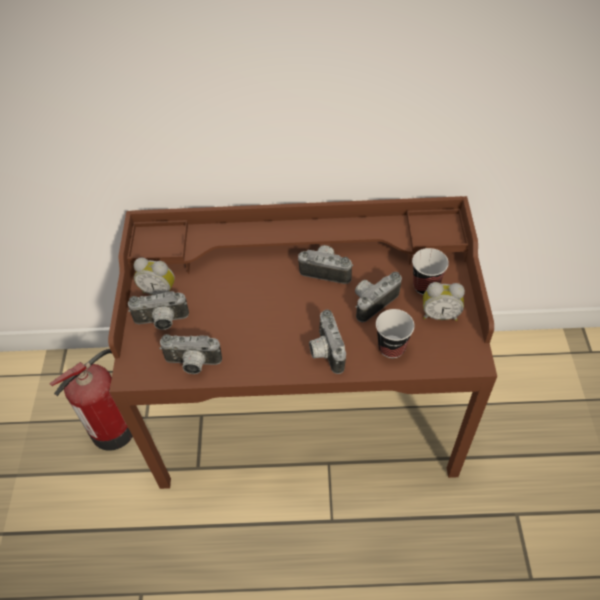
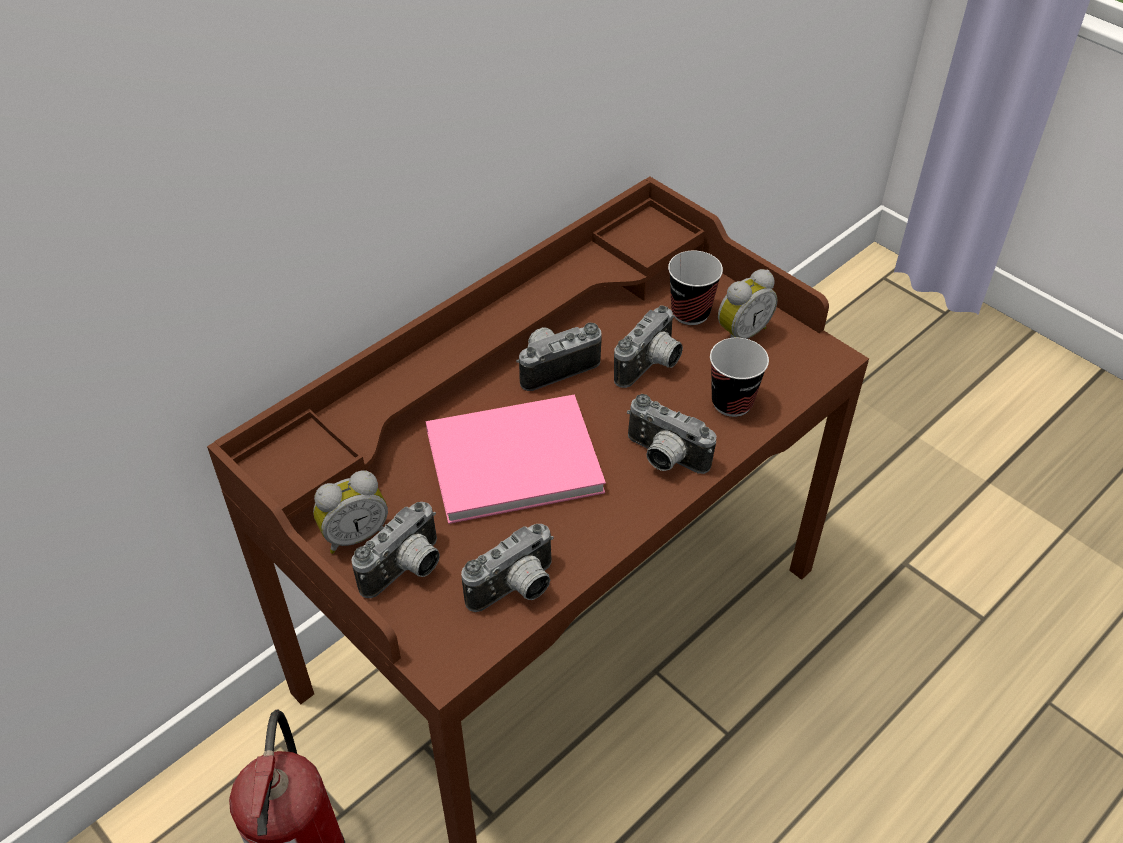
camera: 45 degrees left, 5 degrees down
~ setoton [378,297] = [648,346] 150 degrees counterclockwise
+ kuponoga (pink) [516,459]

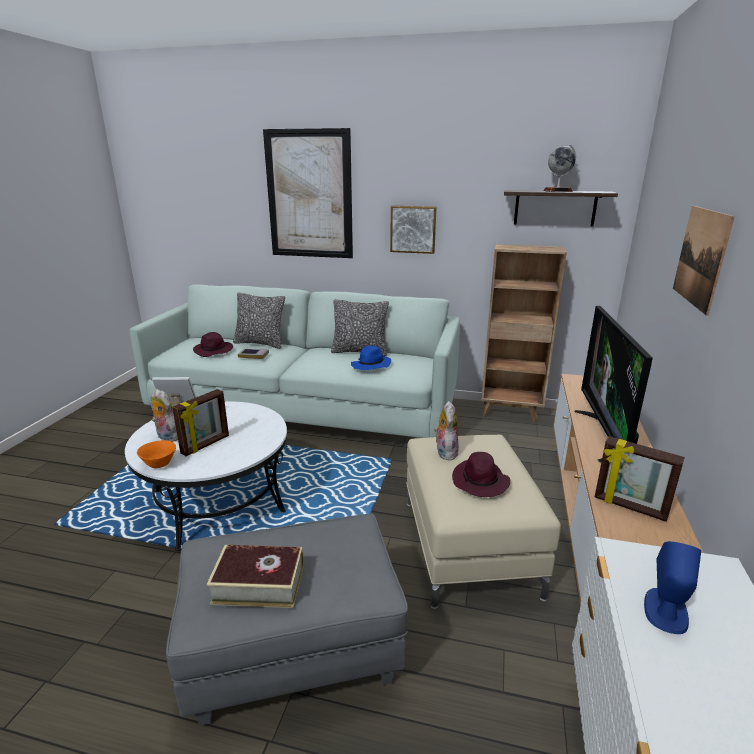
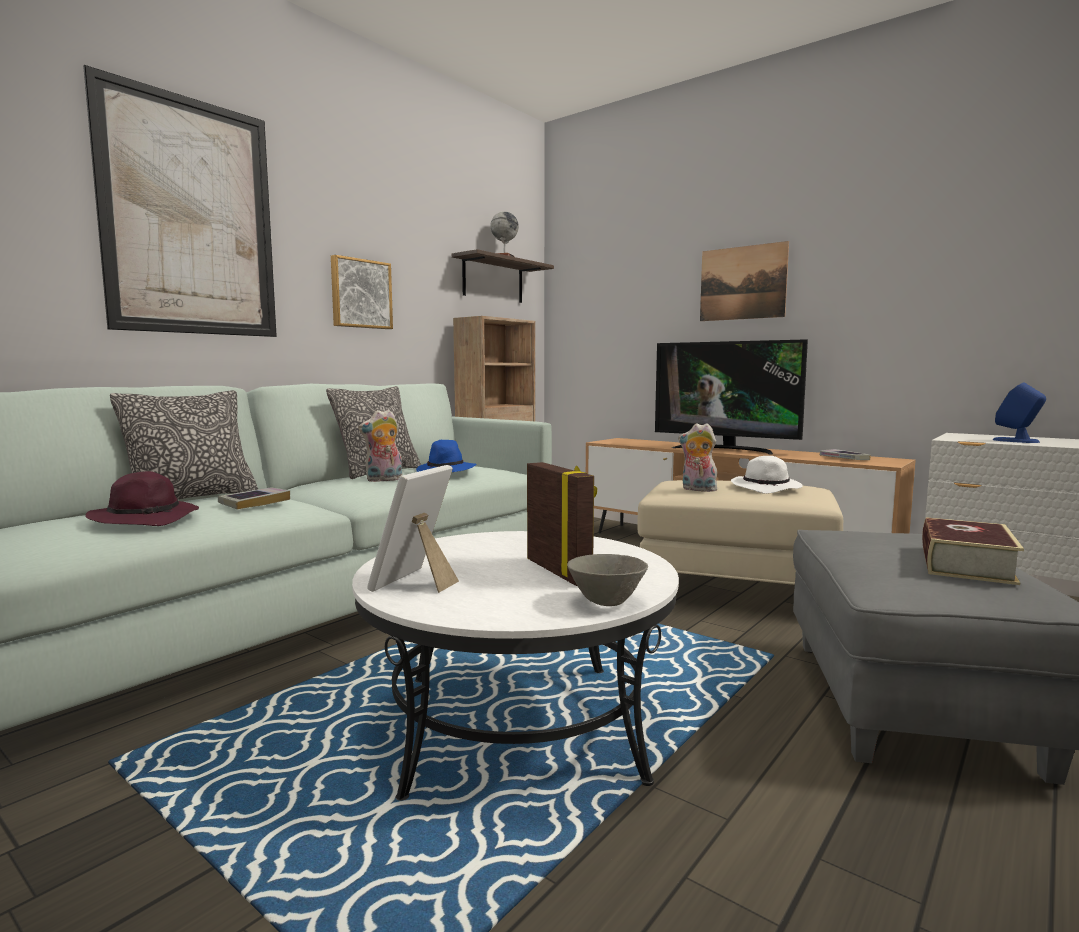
camera: 65 degrees left, 15 degrees down
~ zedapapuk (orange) [156,454] to zedapapuk (grey) [607,580]
~ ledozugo [164,415] to [380,445]
~ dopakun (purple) [481,474] to dopakun (white) [767,475]
~ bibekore [640,479] to kuponoga [845,454]

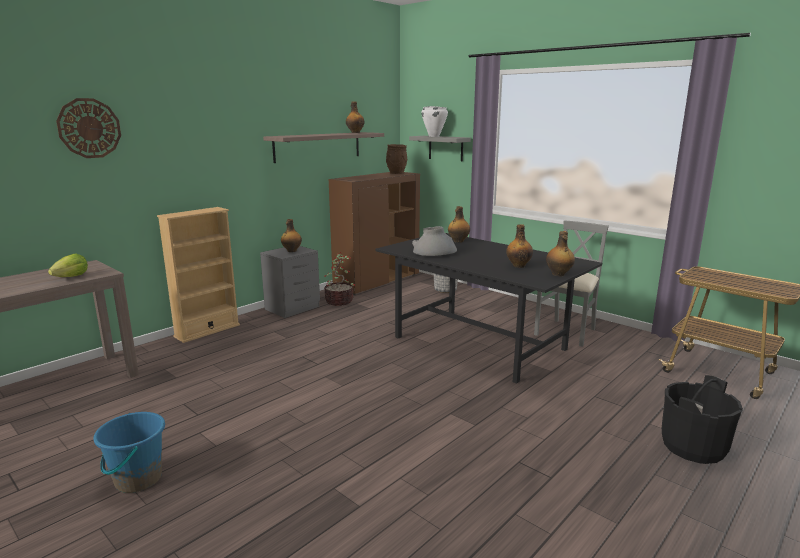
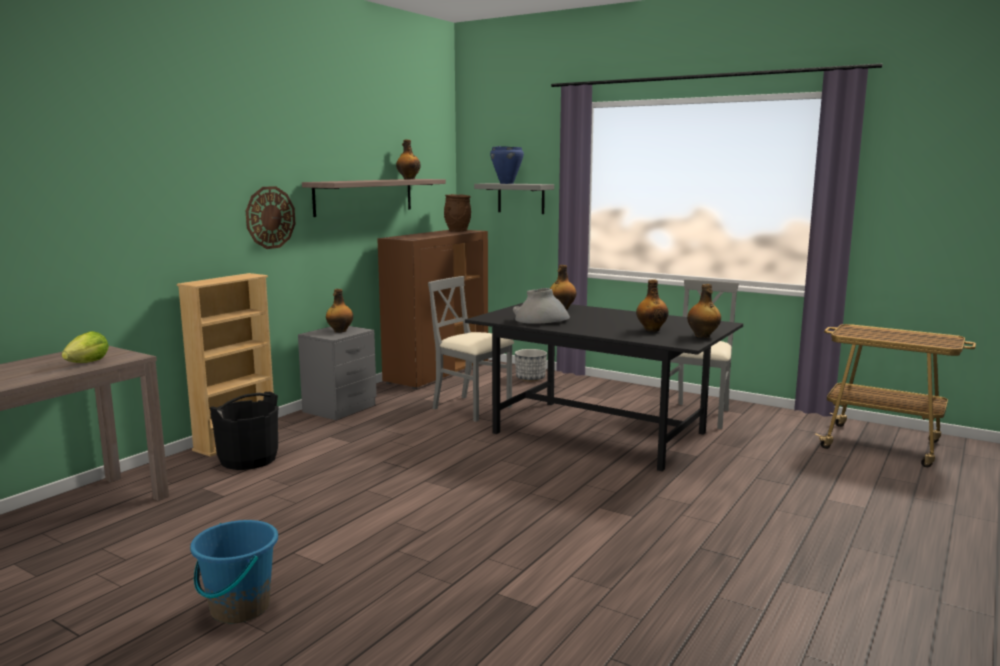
camera: 10 degrees left, 5 degrees down
~ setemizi [88,128] to [270,217]
- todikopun [339,279]
~ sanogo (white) [434,121] to sanogo (blue) [507,165]
~ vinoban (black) [702,419] to [244,431]
+ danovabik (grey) [471,349]

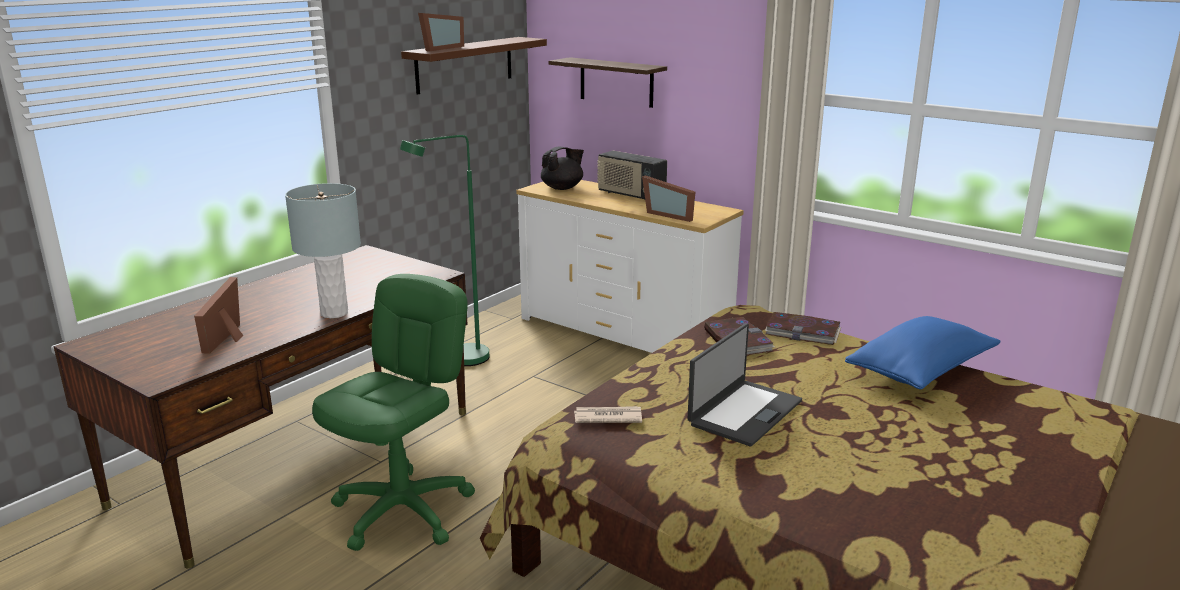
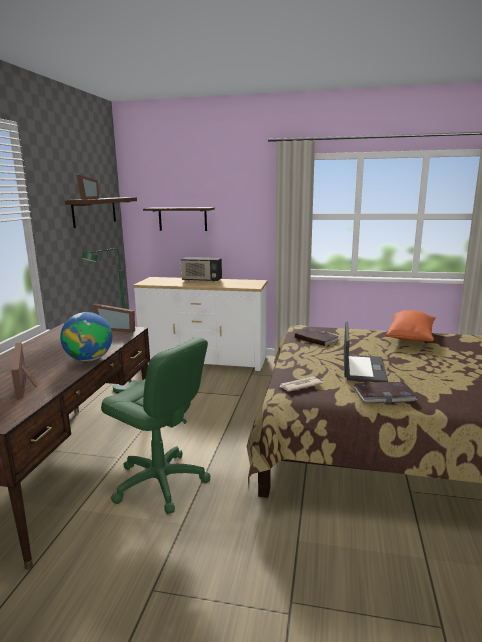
camera: 25 degrees left, 5 degrees down
~ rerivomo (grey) [323,250] to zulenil [86,336]
~ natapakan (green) [393,412] = [155,426] 120 degrees clockwise
- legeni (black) [562,168]
~ bibekore [668,198] to [113,317]
~ kuponoga [802,328] to [385,393]
~ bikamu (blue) [923,352] to bikamu (orange) [411,326]

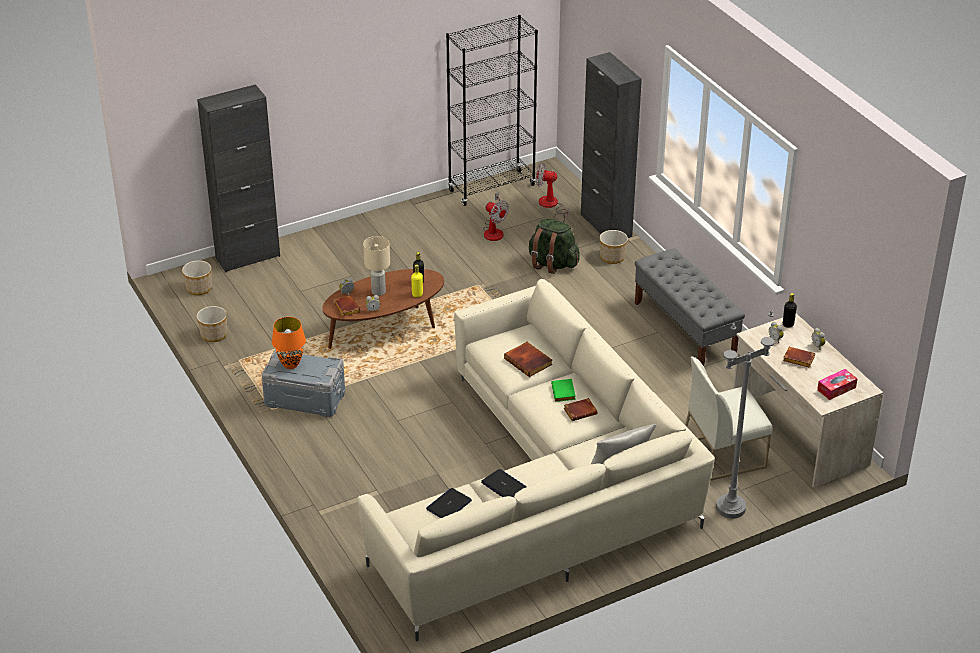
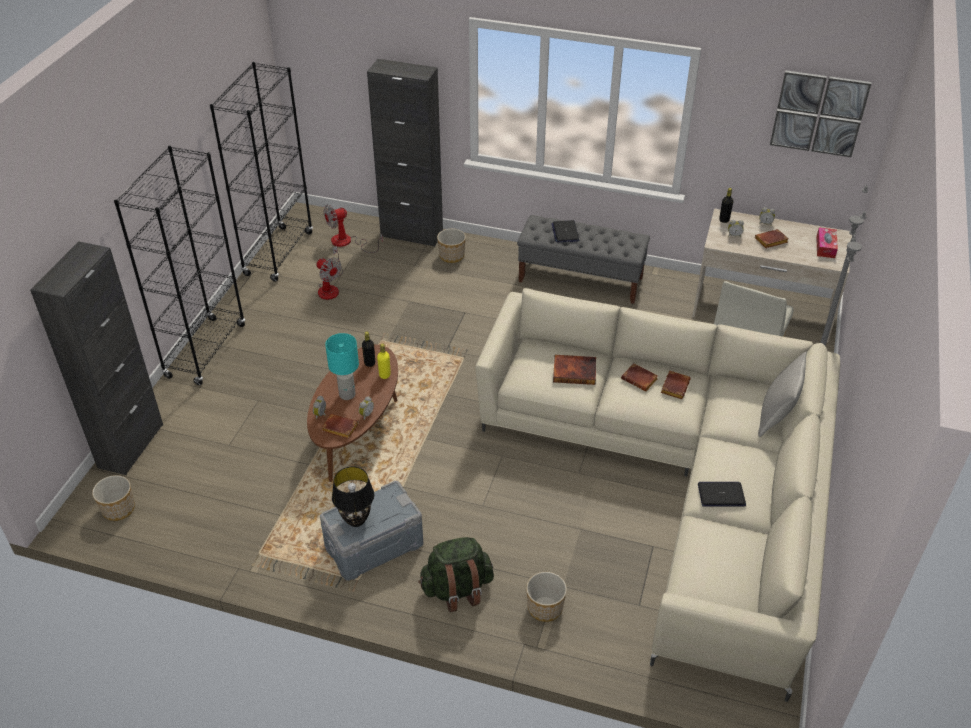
camera: 45 degrees left, 5 degrees up
~ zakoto [212,324] to [546,597]
~ rerivomo (orange) [289,343] to rerivomo (black) [353,496]
~ rerivomo (beige) [376,266] to rerivomo (turquoise) [342,366]
~ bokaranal [449,503] to [565,231]
~ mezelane [496,216] = [329,273] 45 degrees clockwise
~ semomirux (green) [554,246] to [456,574]
~ kuponoga (green) [563,390] to kuponoga (brown) [639,377]
+ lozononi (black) [179,265]
+ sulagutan [820,113]

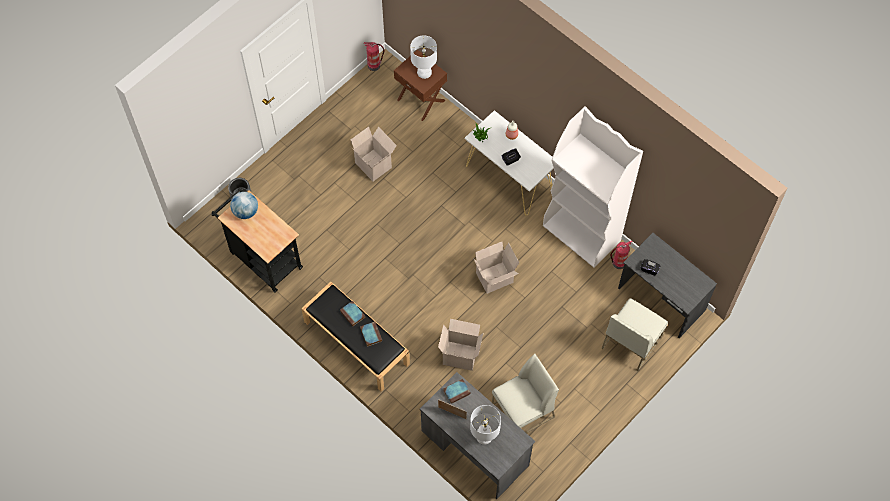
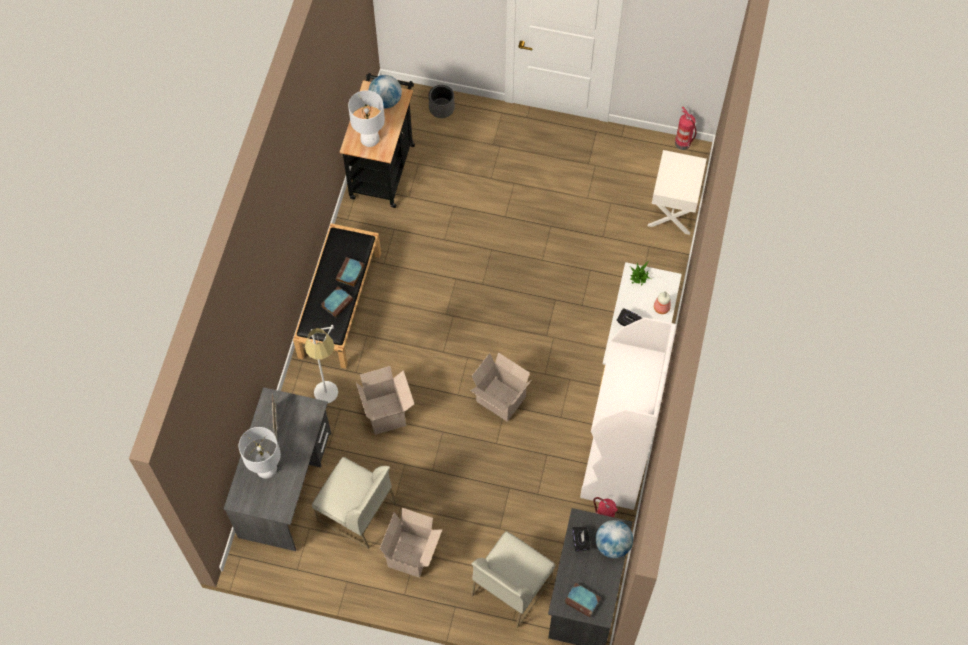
camera: 60 degrees right, 0 degrees up
~ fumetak [373,154] to [411,543]
~ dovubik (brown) [420,85] to dovubik (white) [677,192]
~ rerivomo (white) [423,57] to [366,118]
~ kuponoga [457,391] to [582,600]
~ danovabik (white) [634,335] = [513,579] 60 degrees counterclockwise
+ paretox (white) [321,364]
+ zulenil [614,539]

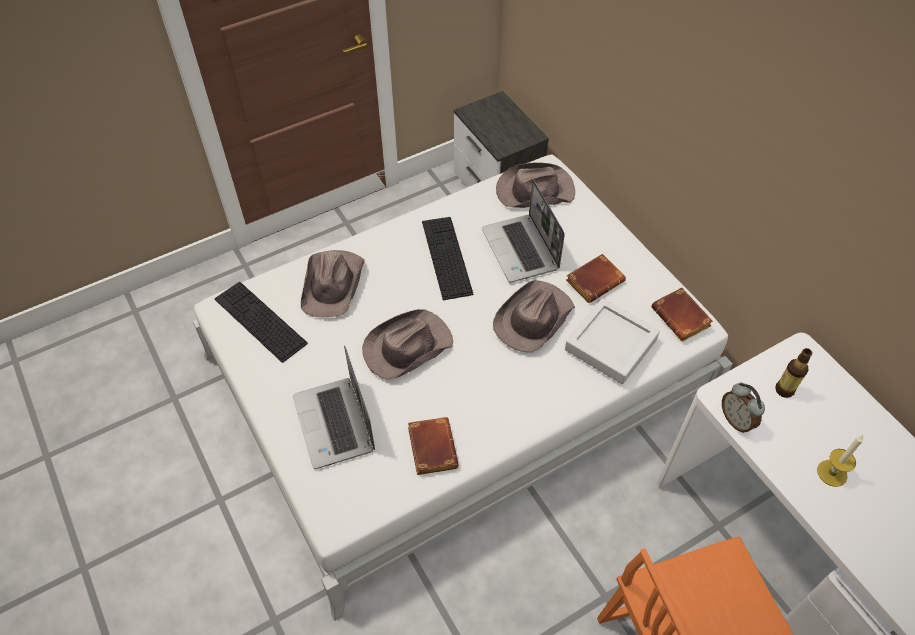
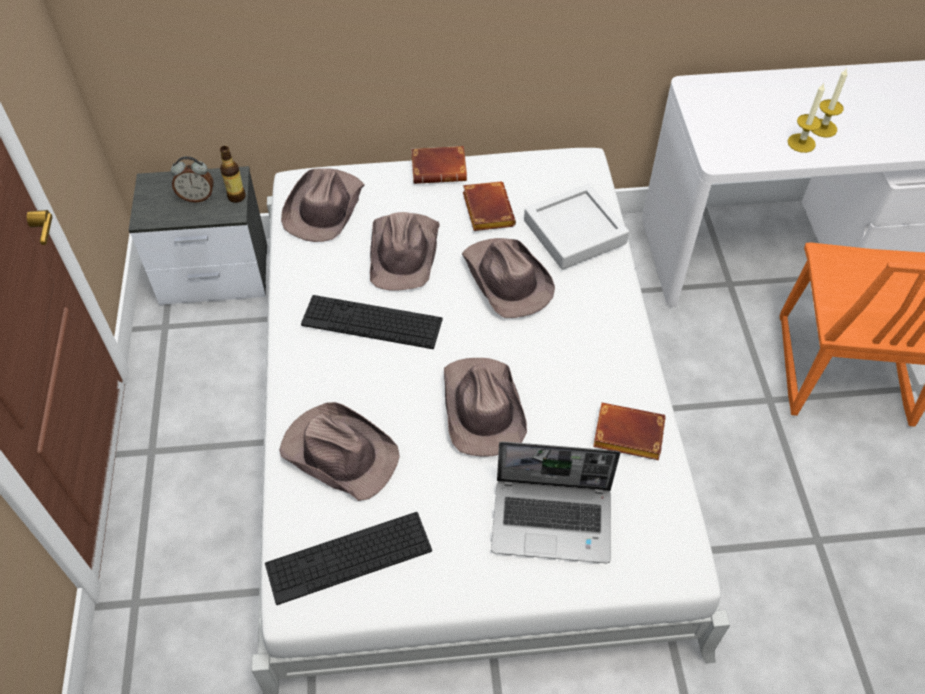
camera: 65 degrees left, 0 degrees up
~ bokaranal [523,231] to dopakun (brown) [405,251]
~ kuponoga (brown) [682,314] to [439,165]
~ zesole [743,408] to [192,179]
~ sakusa [794,373] to [233,174]
+ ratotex [806,118]

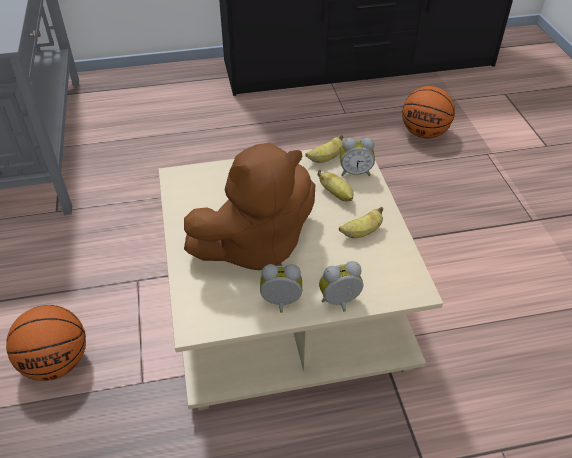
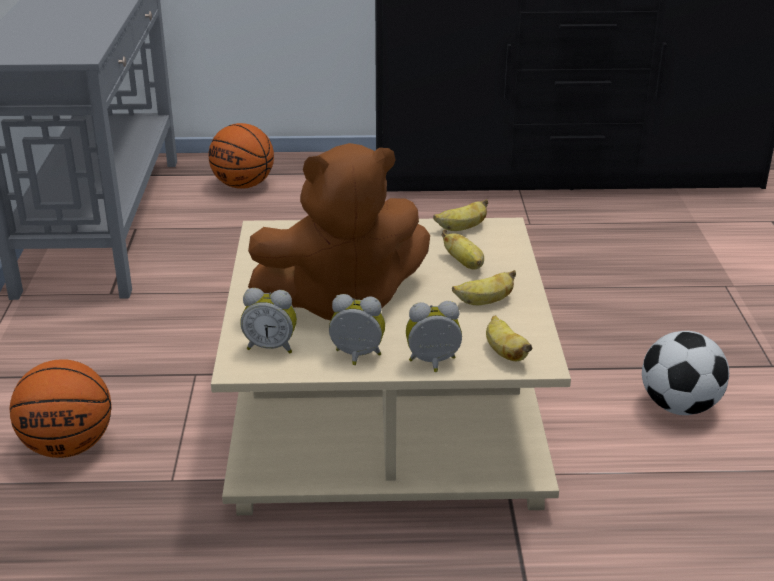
camera: 10 degrees right, 15 degrees down
~ zesole [357,156] to [268,320]
~ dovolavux [428,112] to [241,156]
+ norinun [509,338]
+ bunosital [685,373]

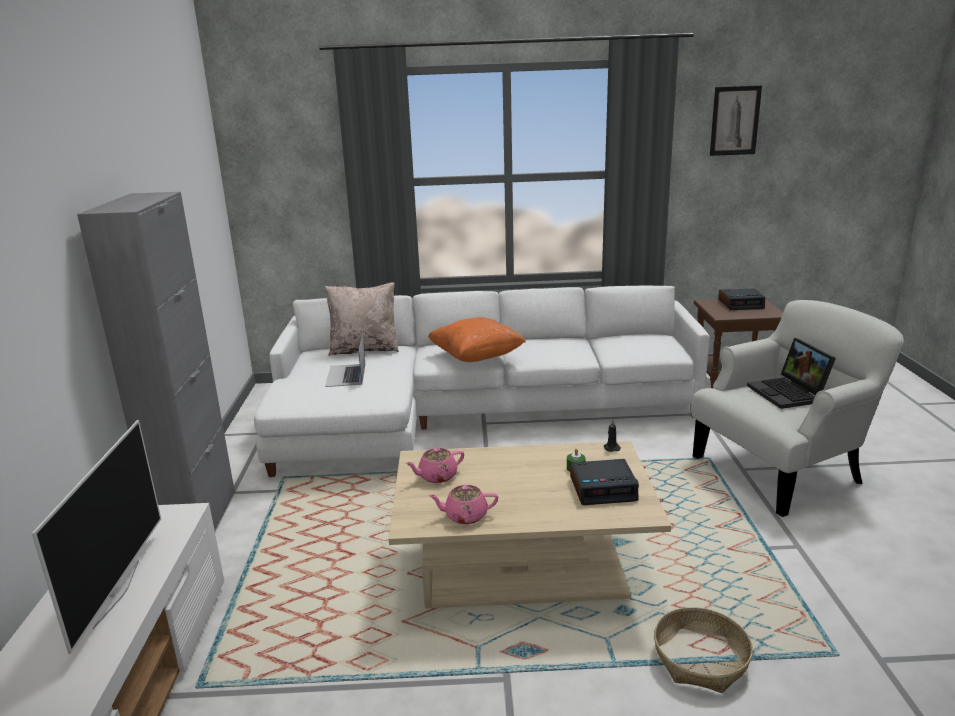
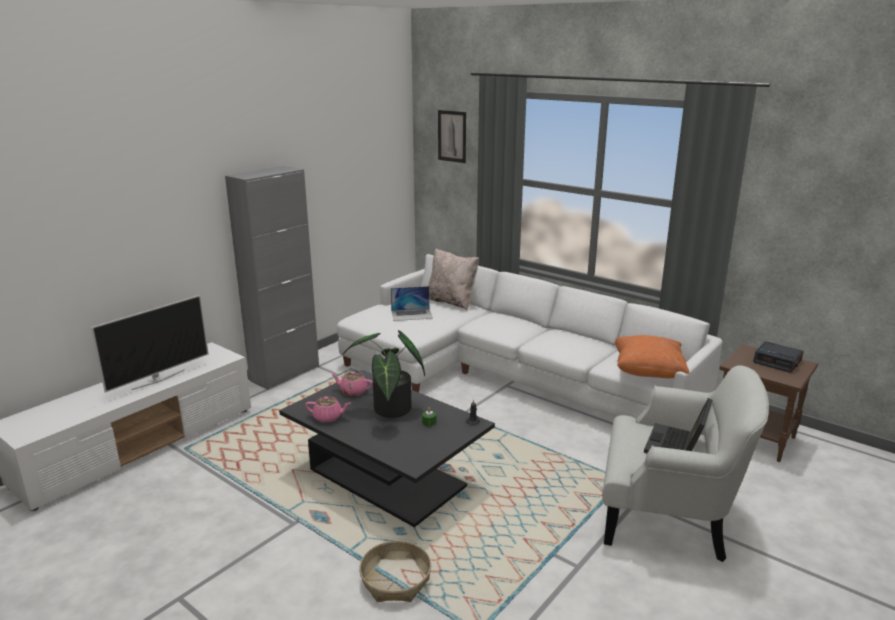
camera: 40 degrees right, 0 degrees up
~ bokaranal [345,360] = [412,303] 135 degrees counterclockwise
~ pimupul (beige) [530,525] to pimupul (black) [387,448]
~ bikamu (orange) [477,339] to [652,356]
~ legeni (pink) [463,504] = [328,409] 150 degrees clockwise
- zesole [604,482]
~ sulagutan [736,120] to [452,136]
+ todikopun [384,374]

